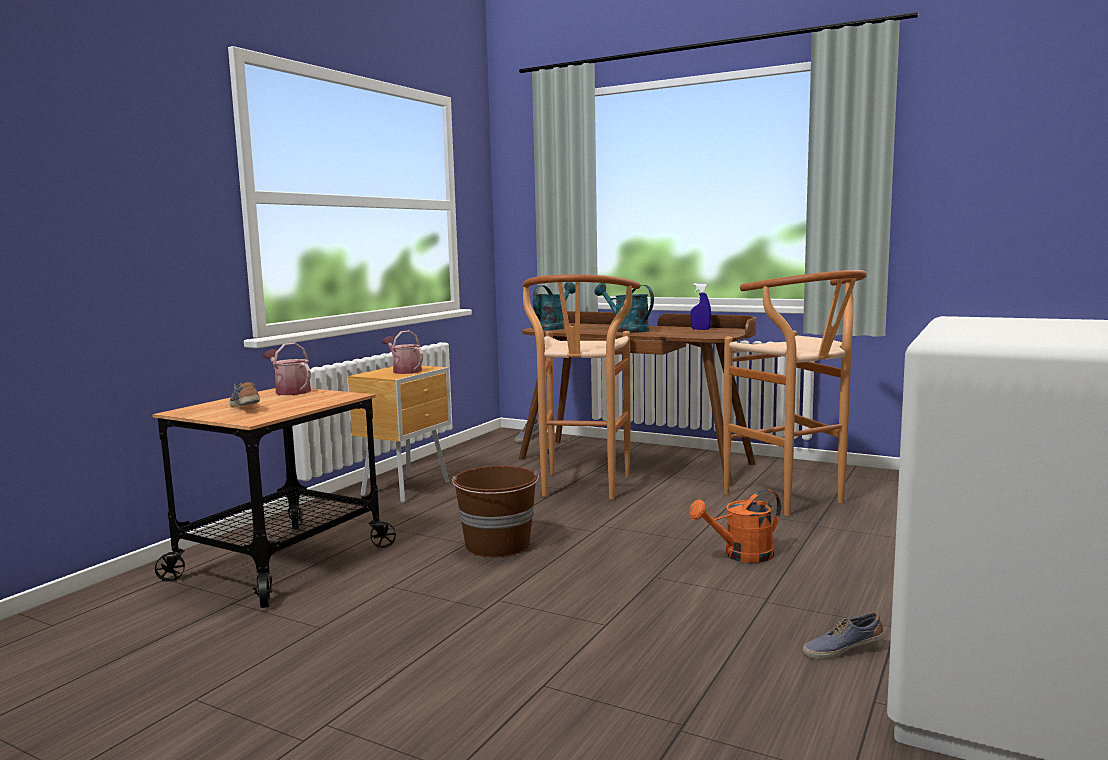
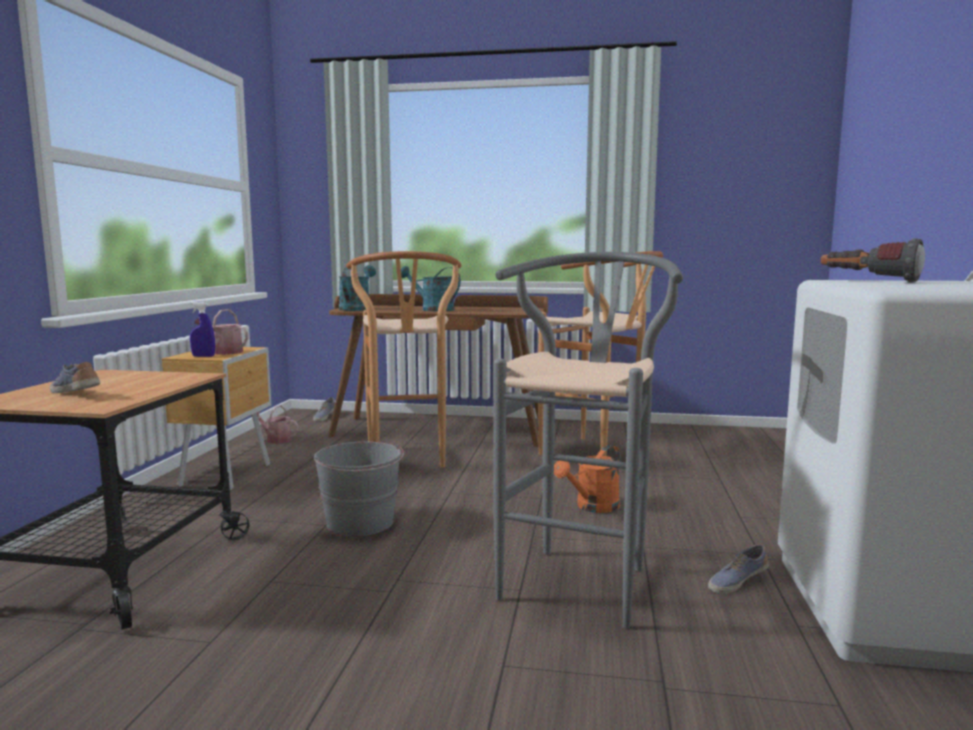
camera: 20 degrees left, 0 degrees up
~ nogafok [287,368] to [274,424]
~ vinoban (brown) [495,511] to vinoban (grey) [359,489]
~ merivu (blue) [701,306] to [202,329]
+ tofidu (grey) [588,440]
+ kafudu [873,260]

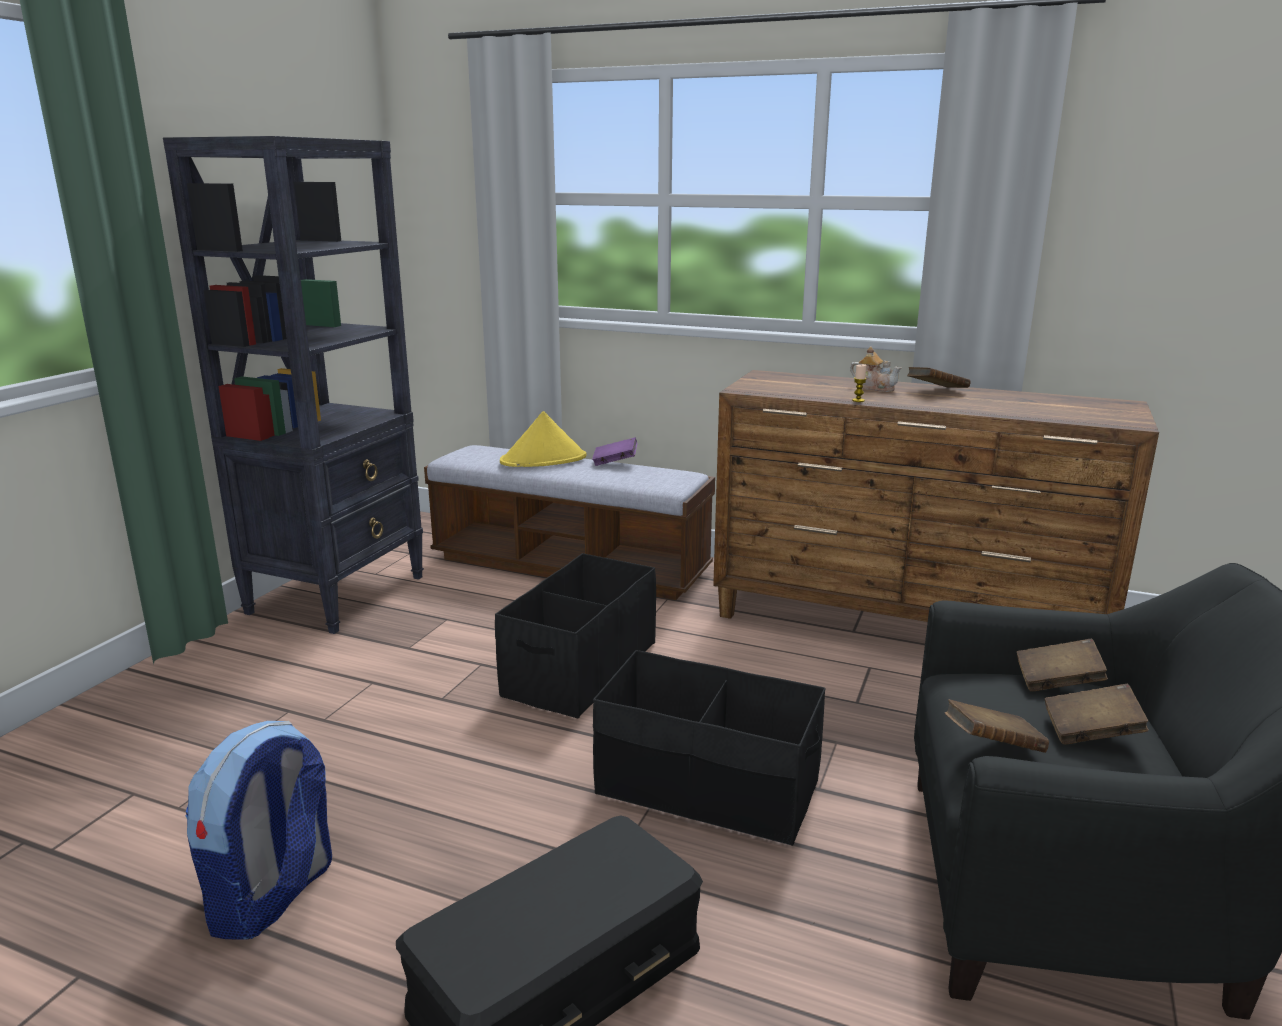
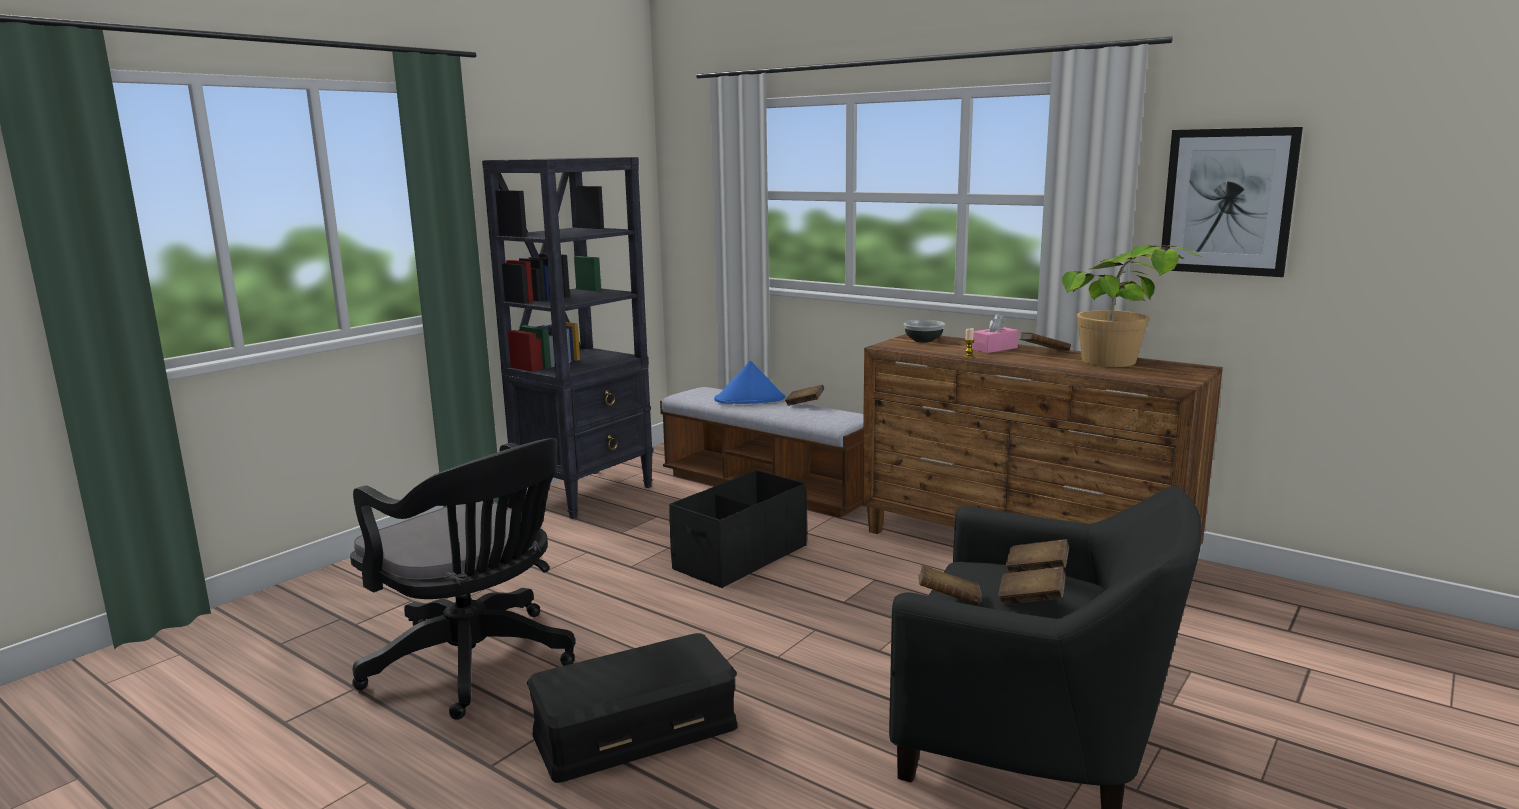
camera: 15 degrees right, 5 degrees down
~ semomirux [259,830] to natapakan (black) [462,579]
~ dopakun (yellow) [543,439] to dopakun (blue) [749,382]
~ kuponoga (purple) [615,451] to kuponoga (brown) [804,395]
- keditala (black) [709,748]
~ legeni [875,369] to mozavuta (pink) [995,333]
+ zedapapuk [924,331]
+ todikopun [1131,306]
+ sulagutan [1232,202]

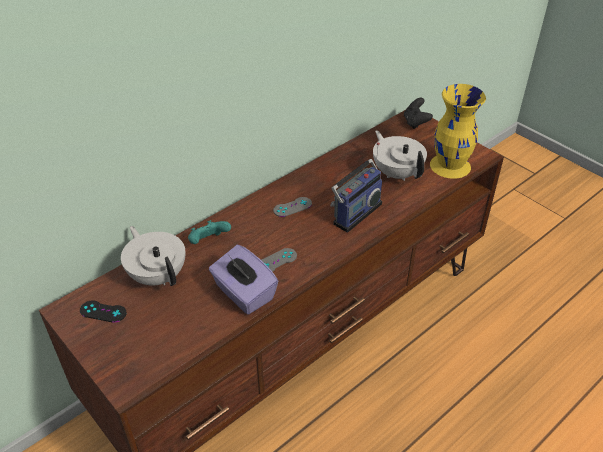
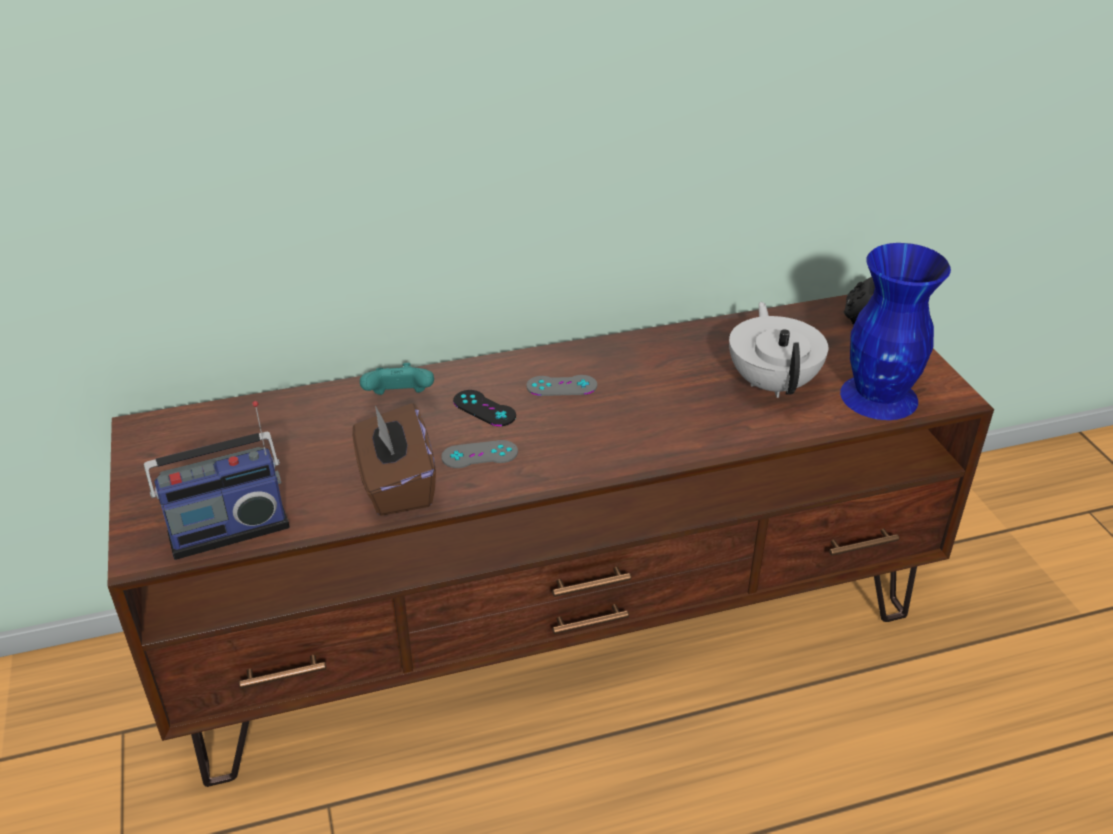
camera: 25 degrees right, 5 degrees down
~ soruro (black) [103,311] to [484,408]
- legeni (white) [153,256]
~ mozavuta (purple) [243,280] to mozavuta (brown) [394,459]
~ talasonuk [356,187] to [216,480]
~ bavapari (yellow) [458,131] to bavapari (blue) [895,331]

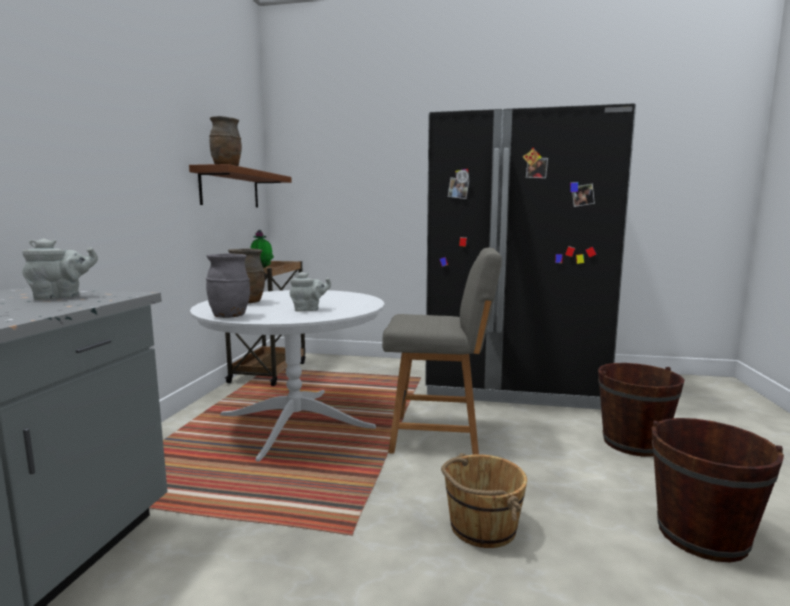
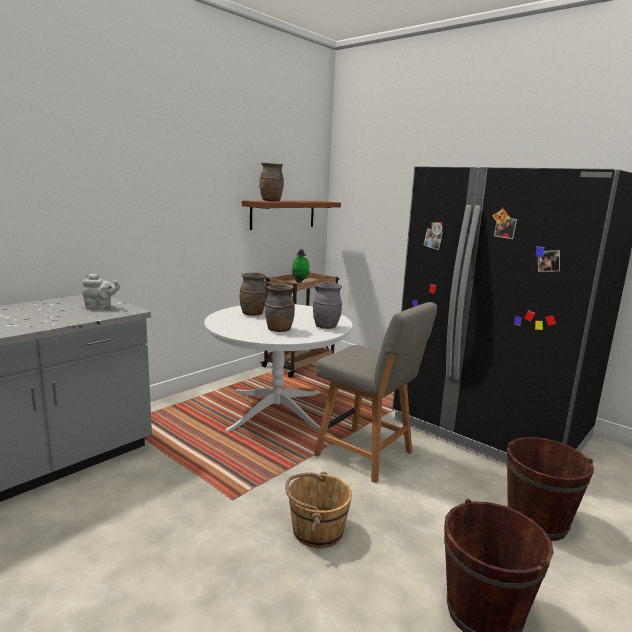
camera: 30 degrees right, 5 degrees up
~ bavapari (grey) [228,285] to [327,305]
~ legeni (grey) [310,292] to bavapari (brown) [280,308]

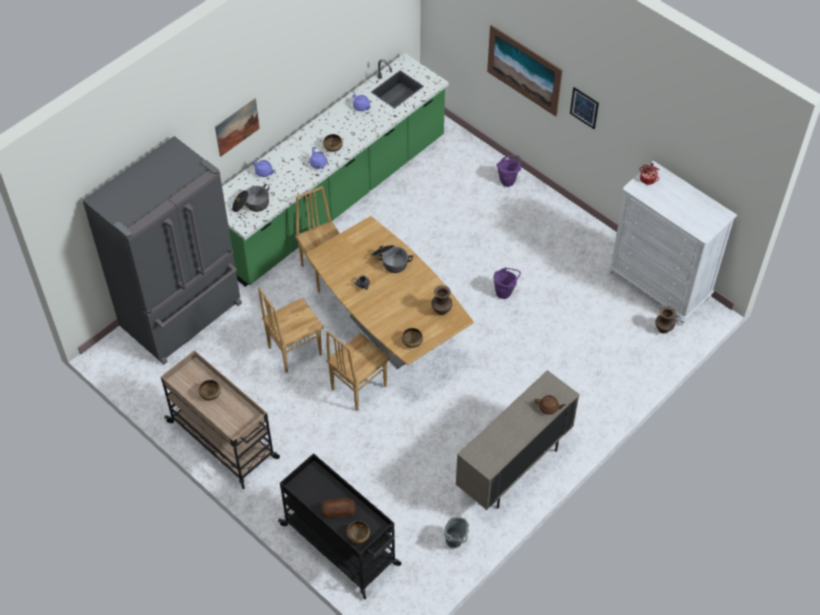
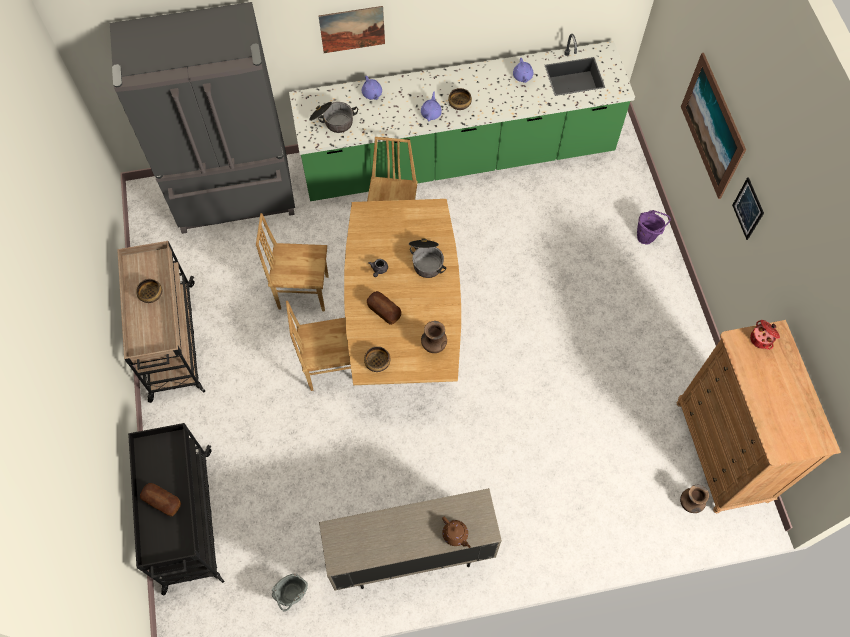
camera: 35 degrees right, 10 degrees up
- zedapapuk [358,532]
- vinoban (purple) [507,283]
~ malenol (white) [673,243] to malenol (brown) [759,416]
+ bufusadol [384,308]

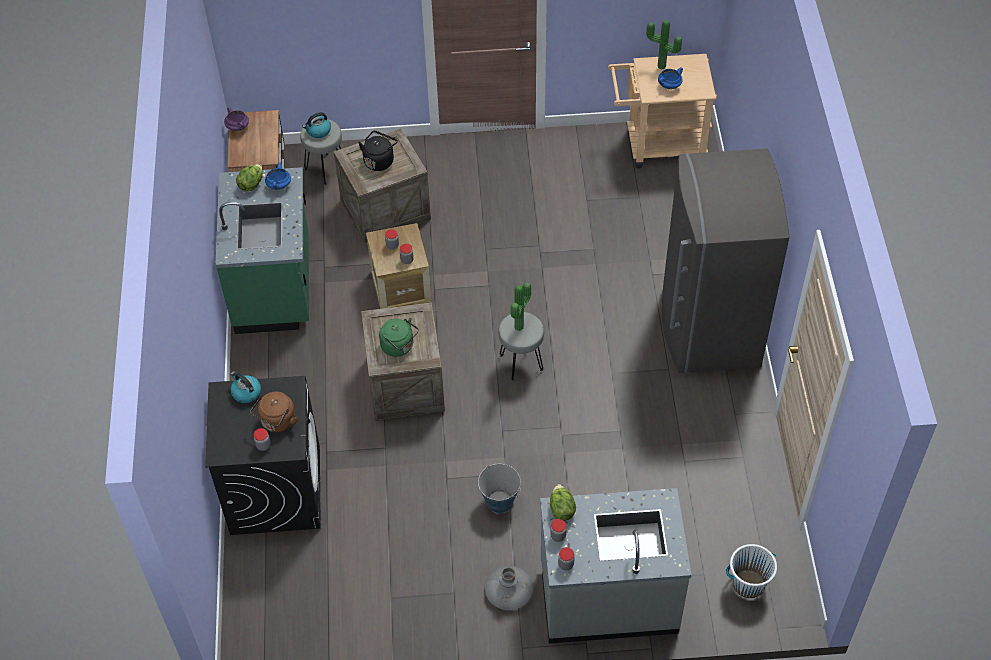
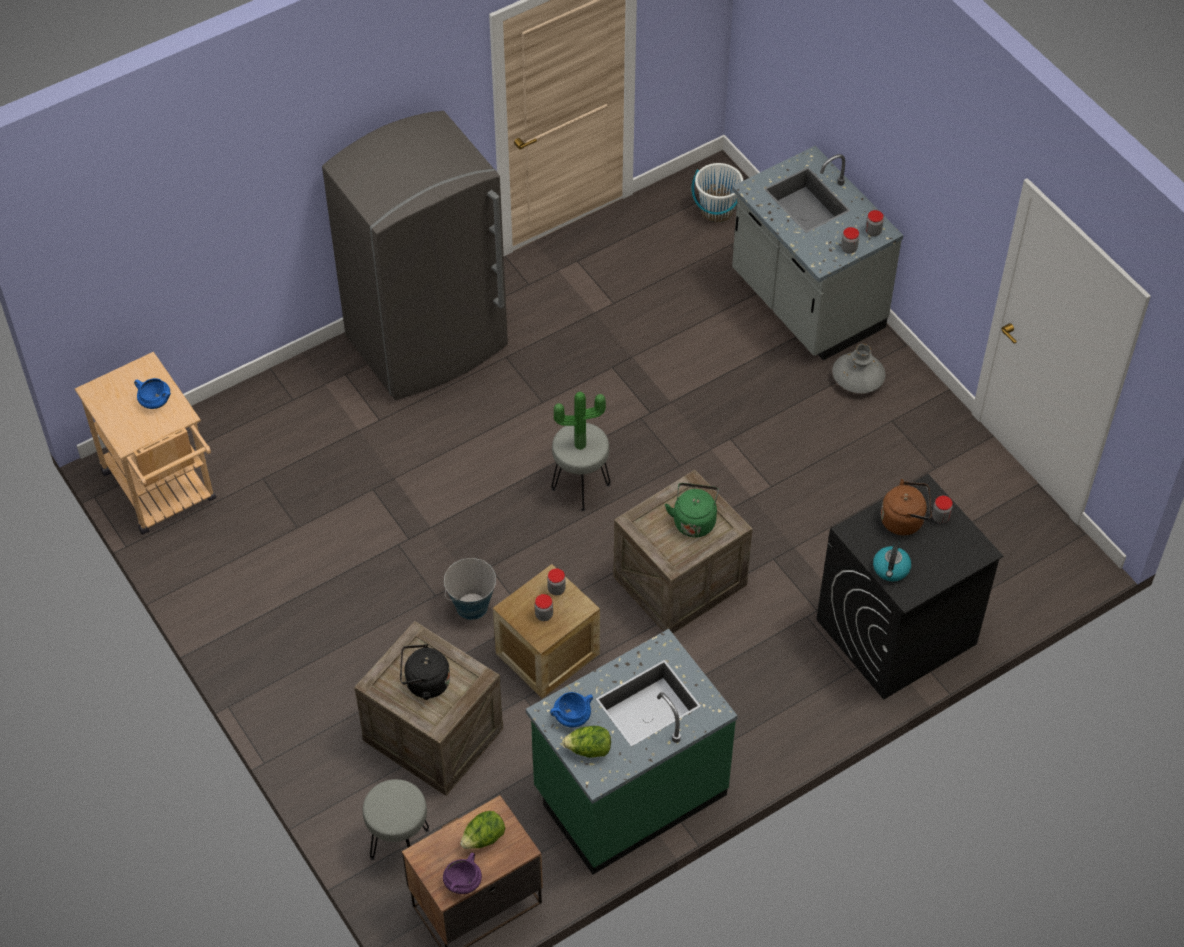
camera: 120 degrees left, 0 degrees up
- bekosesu [316,125]
~ vinoban [499,488] to [470,589]
~ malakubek [563,502] to [482,830]
- todikopun [664,45]

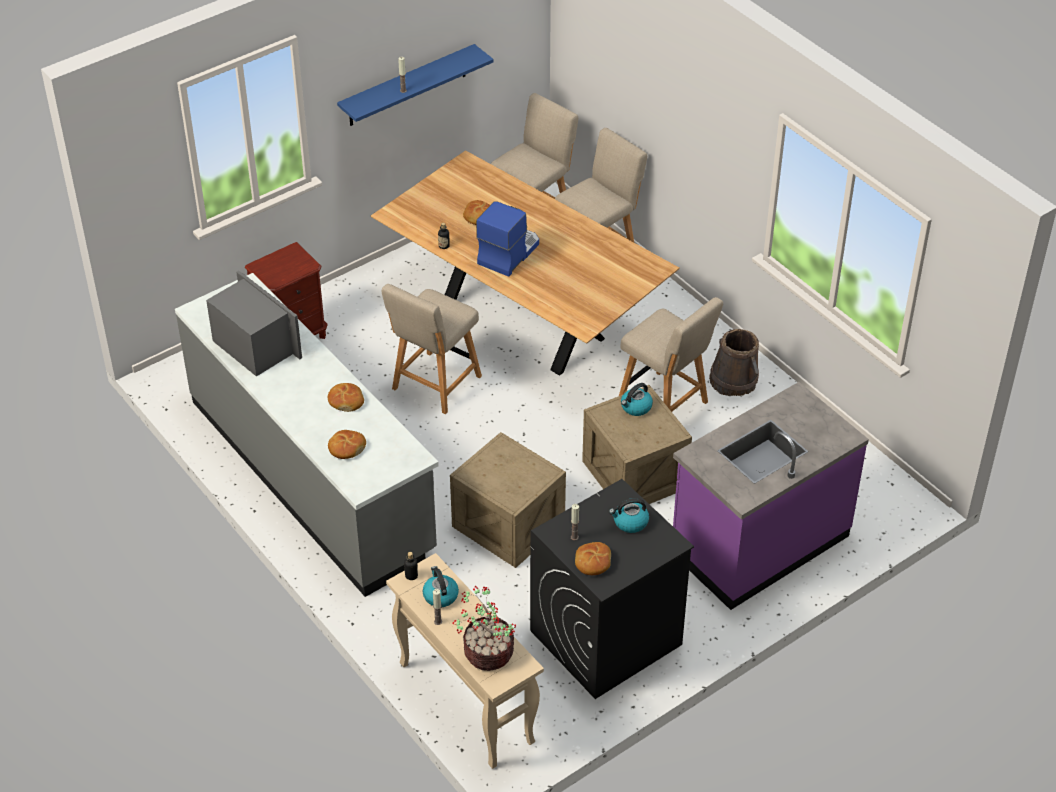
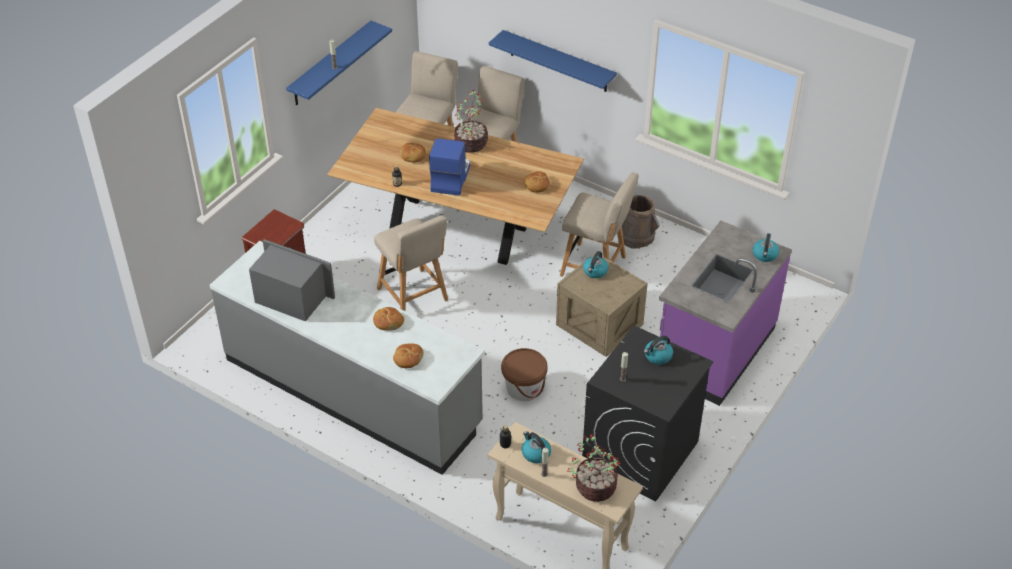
camera: 20 degrees left, 0 degrees up
~ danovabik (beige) [432,349] = [411,263] 45 degrees counterclockwise
~ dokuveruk [508,500] to vinoban (brown) [524,374]
~ bufusadol [593,558] to [537,182]
+ todikopun [471,121]
+ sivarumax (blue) [553,61]
+ bekosesu [766,247]

